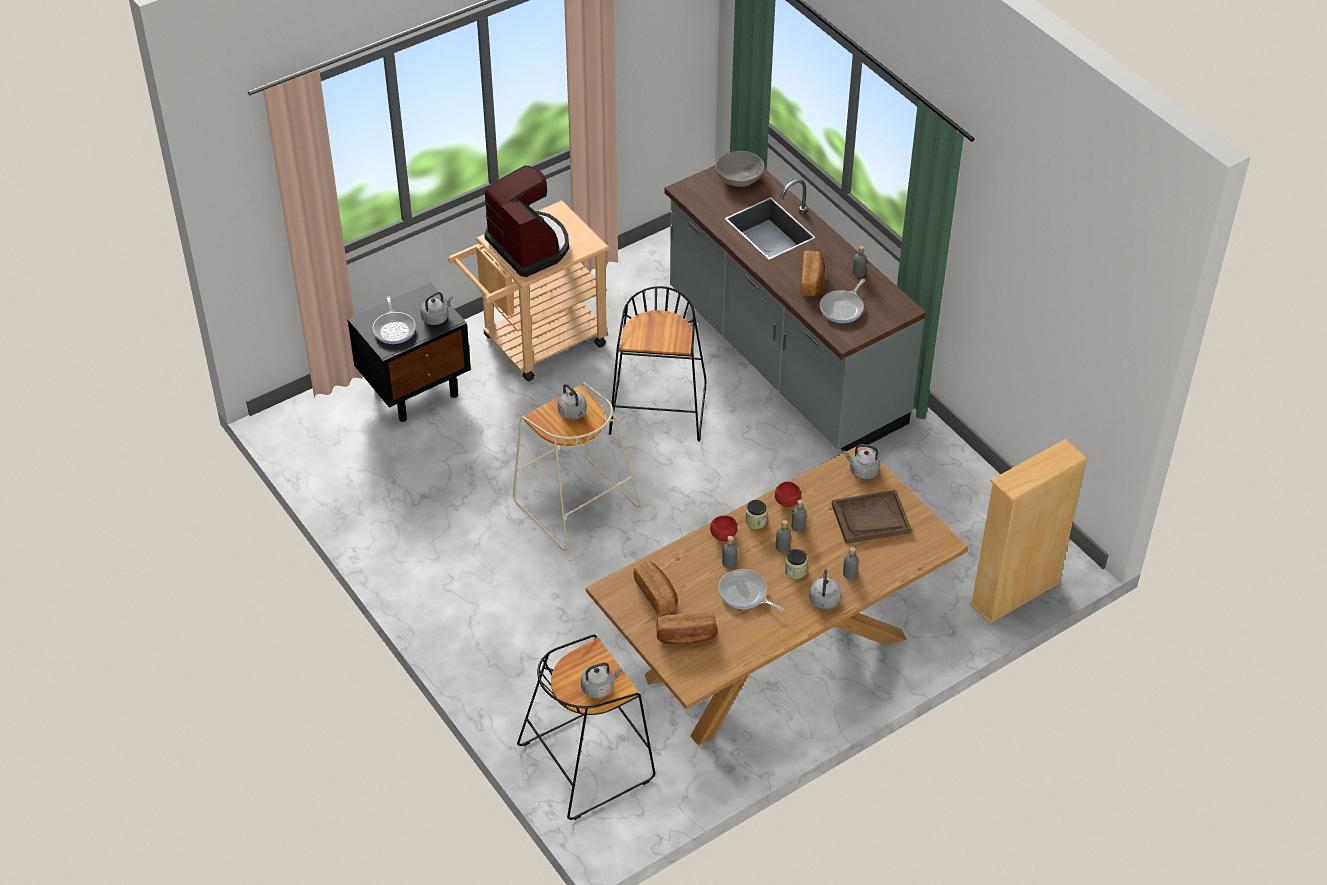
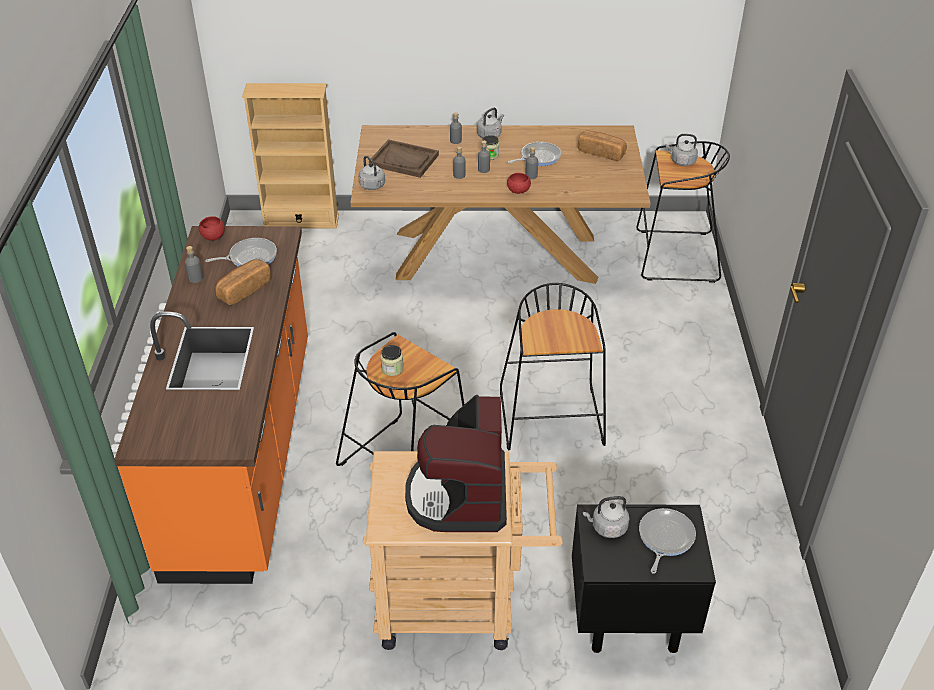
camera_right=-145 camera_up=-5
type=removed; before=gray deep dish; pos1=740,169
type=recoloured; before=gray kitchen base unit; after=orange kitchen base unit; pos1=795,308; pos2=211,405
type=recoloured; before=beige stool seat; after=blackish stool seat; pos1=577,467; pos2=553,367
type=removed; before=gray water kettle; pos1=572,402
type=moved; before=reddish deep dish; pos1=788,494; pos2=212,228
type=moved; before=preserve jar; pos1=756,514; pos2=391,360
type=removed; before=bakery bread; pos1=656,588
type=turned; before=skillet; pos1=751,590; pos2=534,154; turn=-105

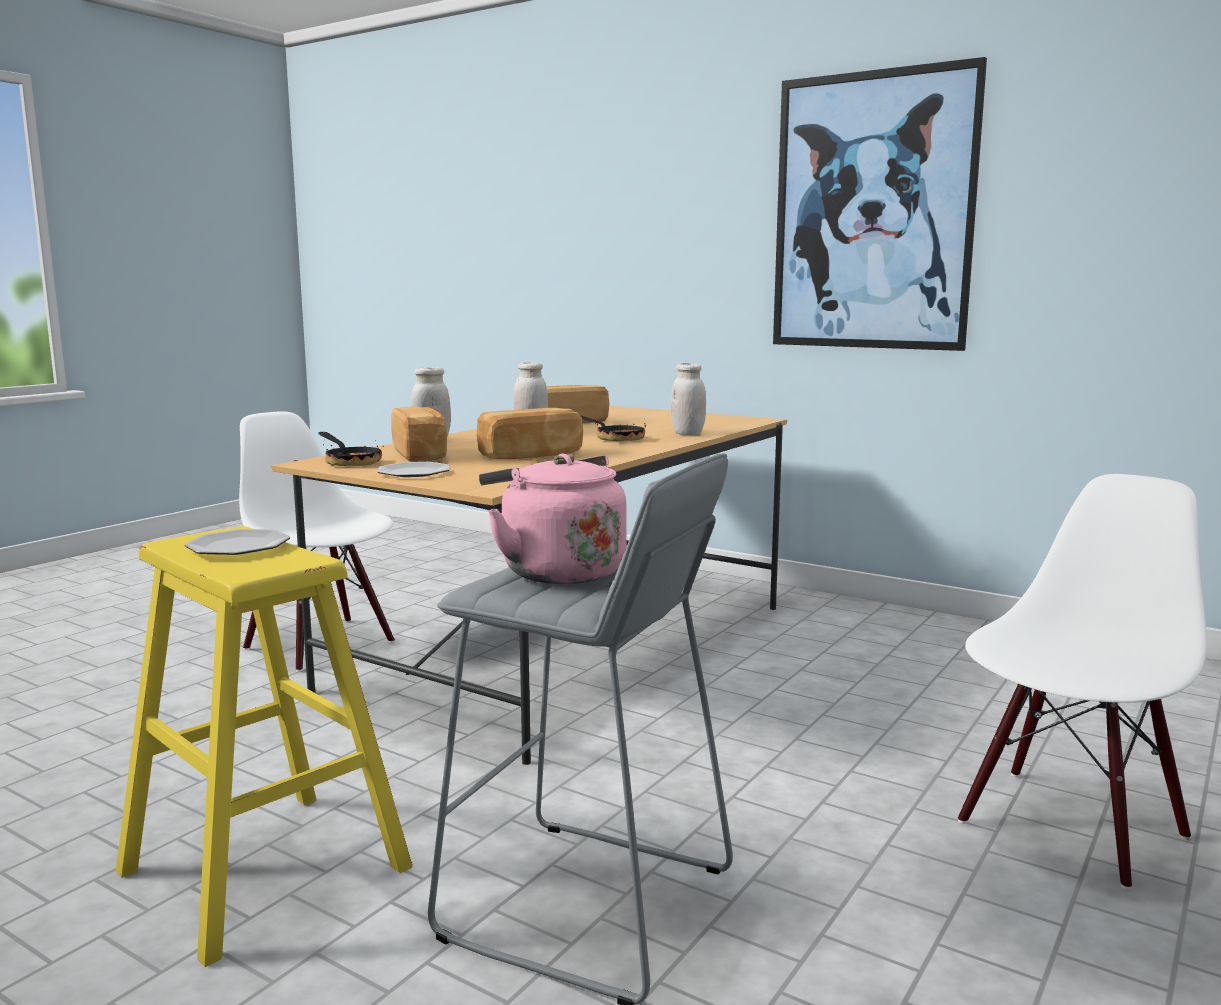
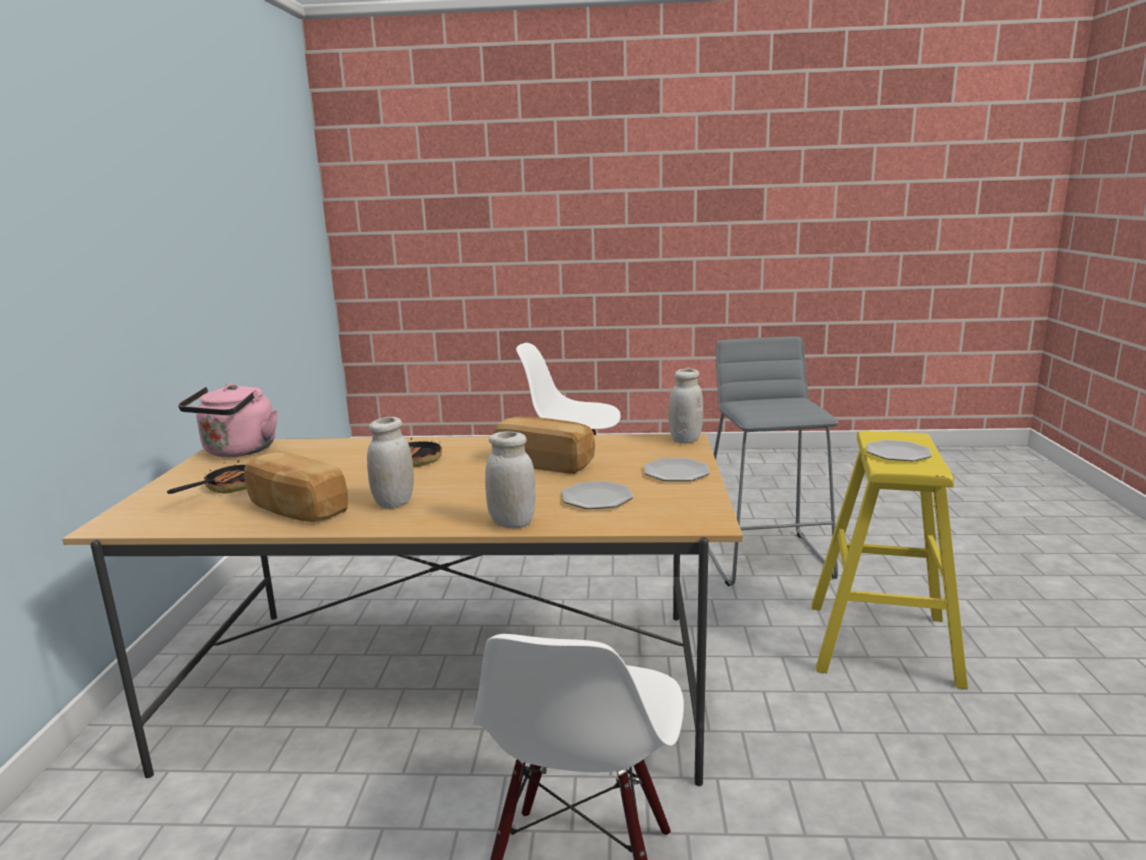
camera_right=-120 camera_up=5
type=removed; before=wall art; pos1=880,204
type=moved; before=whitish preserve jar; pos1=688,399; pos2=685,406
type=replaced; before=bakery bread; after=dinner plate; pos1=419,434; pos2=597,495
type=moved; before=skillet; pos1=351,449; pos2=206,473
type=moved; before=pink water kettle; pos1=553,519; pos2=227,420

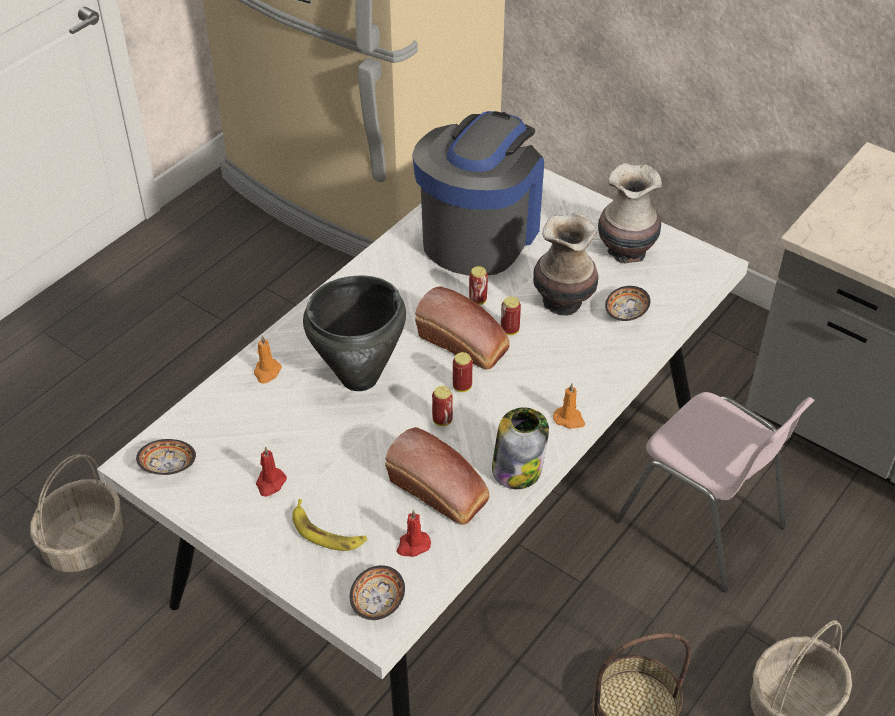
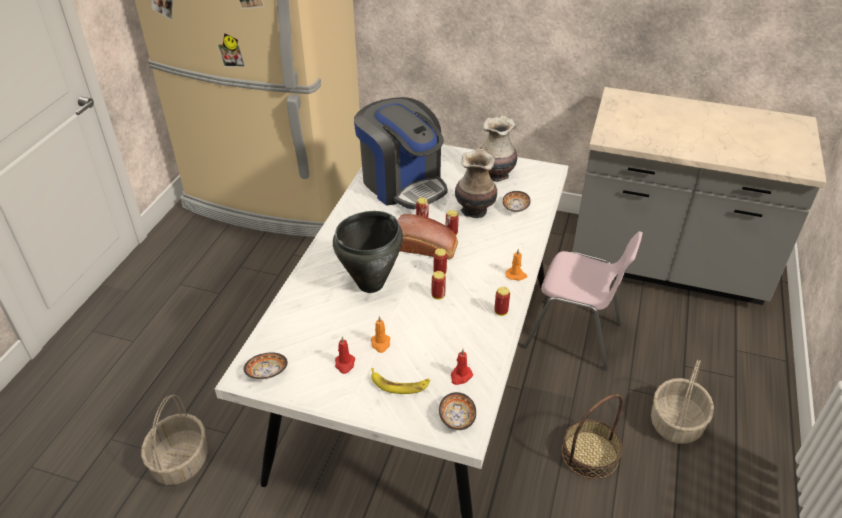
camera_right=-20 camera_up=-5
type=turned; before=coffee brewer; pos1=478,193; pos2=401,153; turn=135
type=moved; before=orange candle; pos1=268,359; pos2=380,334
type=replaced; before=preserve jar; after=sealed can; pos1=520,448; pos2=502,301
type=removed; before=bakery bread; pos1=437,476

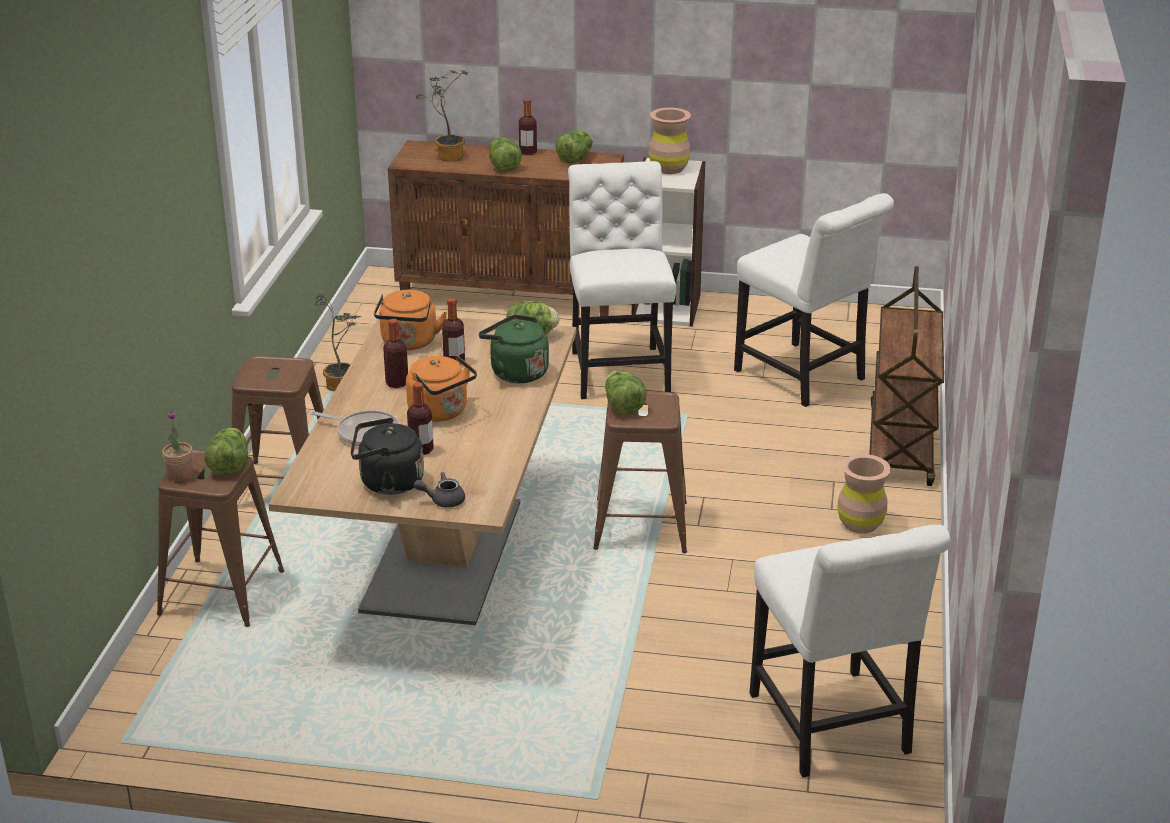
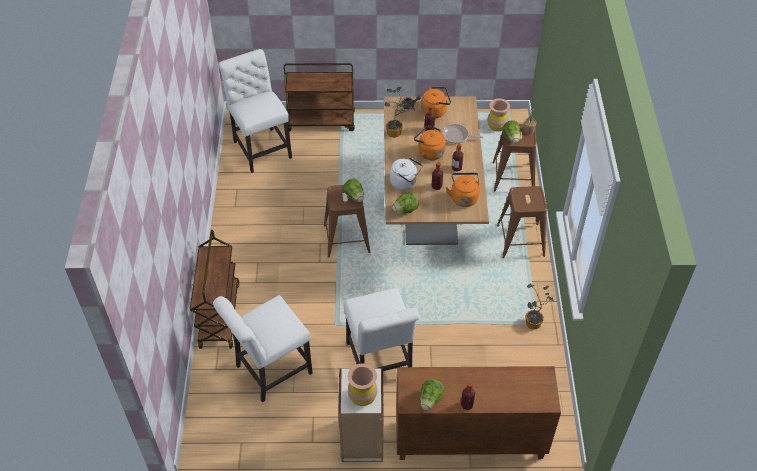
camera_right=170 camera_up=20
type=moved; before=houseplant; pos1=442,116; pos2=399,112
type=removed; before=lettuce; pos1=505,155
type=turned; before=whitish upright chair; pos1=814,300; pos2=263,348; turn=-75
type=recoloured; before=green-coloured water kettle; after=whitish water kettle; pos1=514,349; pos2=406,174
type=recoloured; before=blackish water kettle; after=orange water kettle; pos1=387,456; pos2=436,102
type=moved; before=brownish decorative vase; pos1=864,494; pos2=498,114
type=added; after=brownish wheeled cart; pos2=319,97

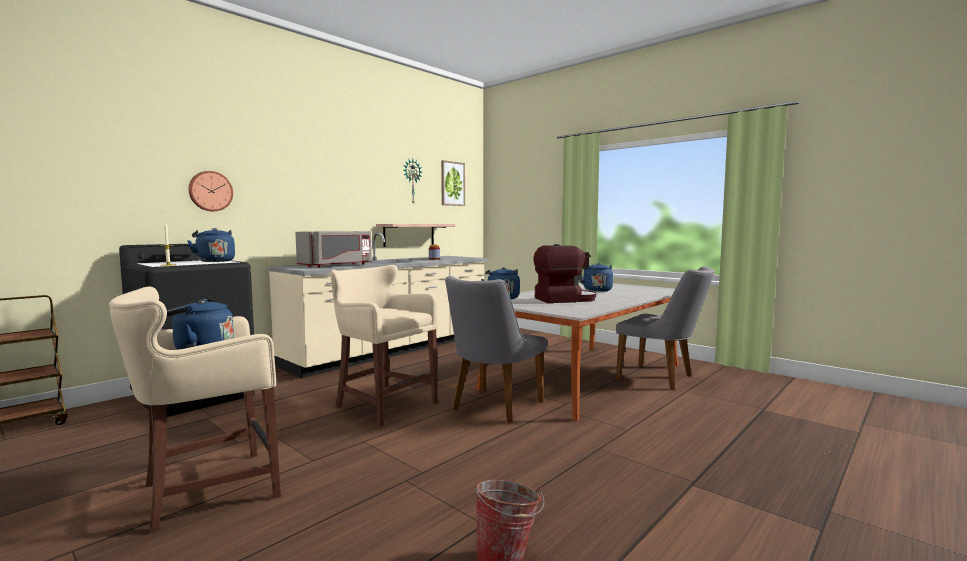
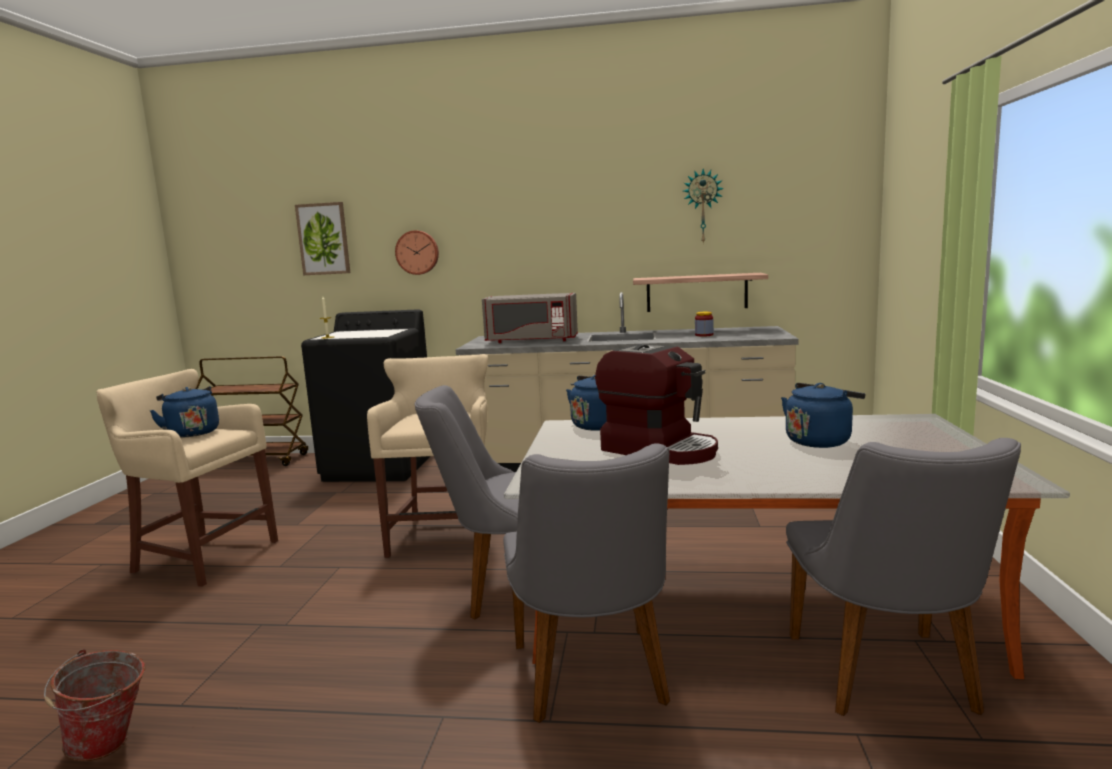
camera_right=55 camera_up=5
type=moved; before=wall art; pos1=453,183; pos2=322,238
type=removed; before=blue water kettle; pos1=211,245
type=added; after=gray upright chair; pos2=586,583

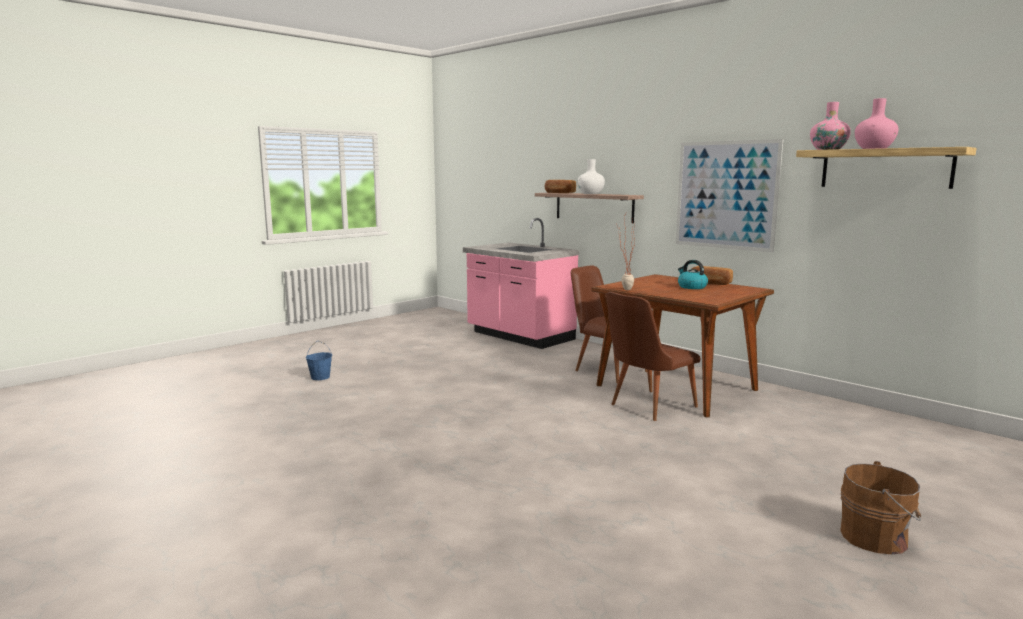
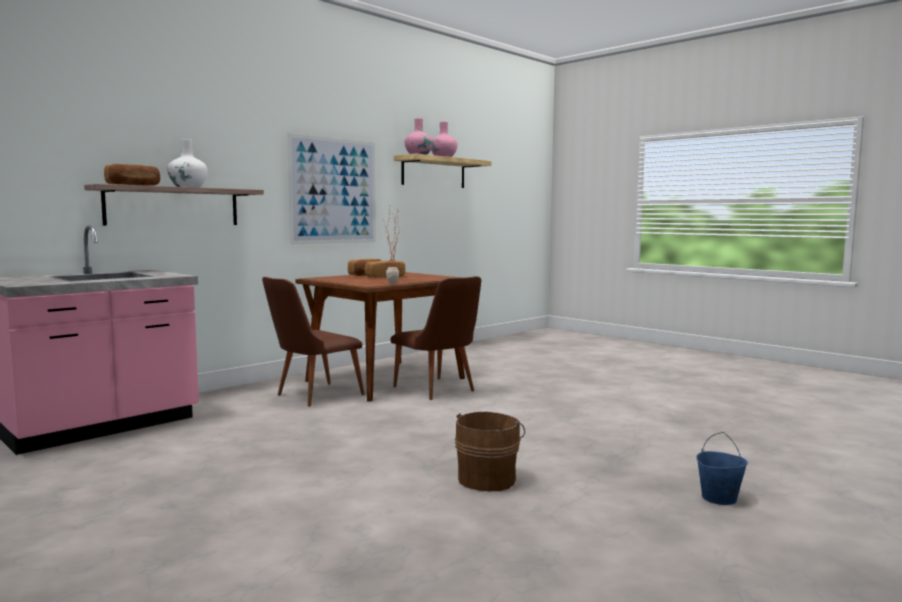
camera_right=-90 camera_up=-5
type=replaced; before=water kettle; after=bakery bread; pos1=693,274; pos2=385,269
type=moved; before=blue bucket; pos1=319,360; pos2=722,468
type=moved; before=brownish bucket; pos1=880,507; pos2=490,451

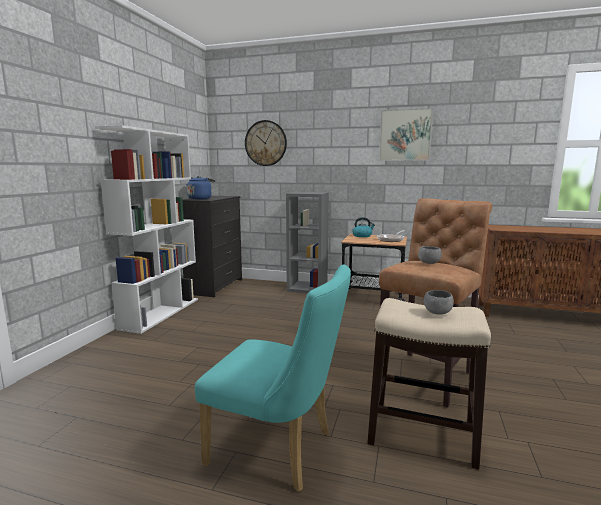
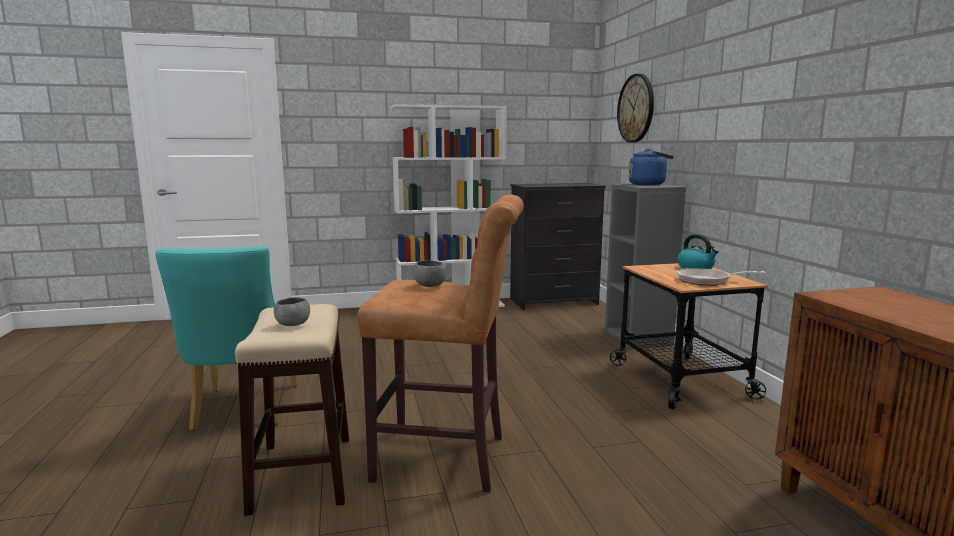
camera_right=60 camera_up=0
type=removed; before=wall art; pos1=406,134
type=moved; before=blue water kettle; pos1=200,188; pos2=651,167

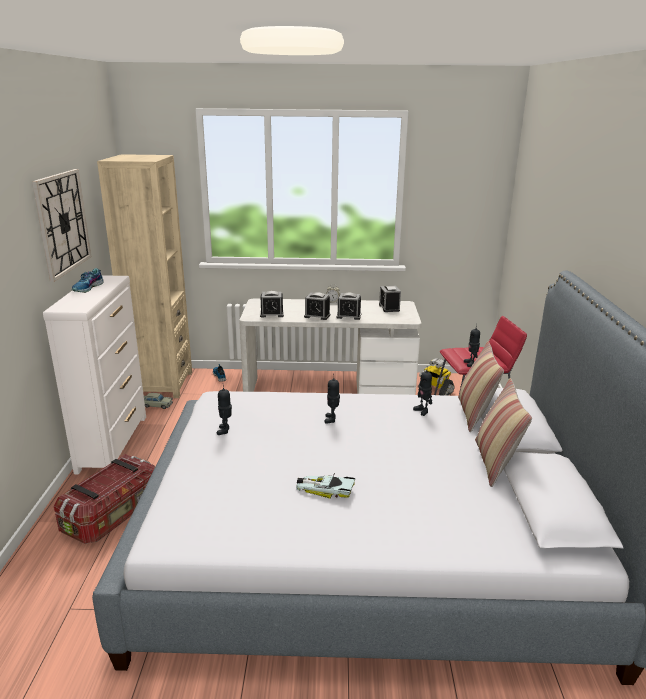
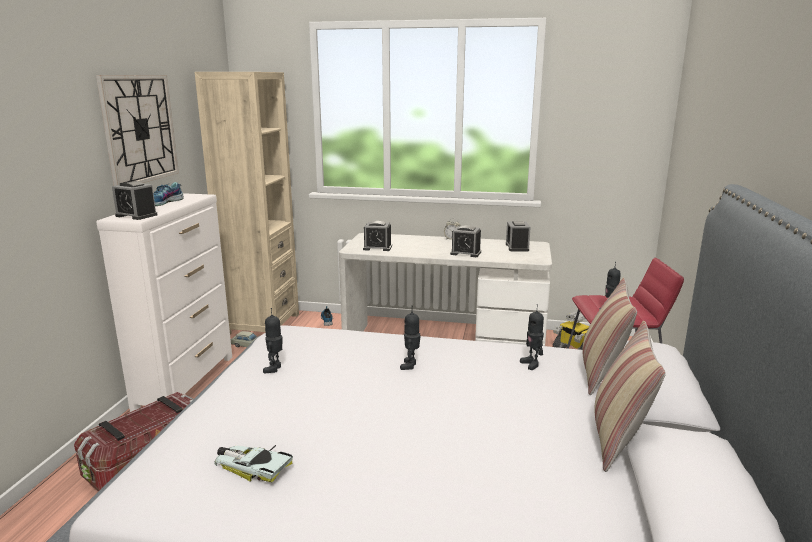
camera_right=10 camera_up=-5
type=moved; before=bedside clock; pos1=317,306; pos2=134,200
type=moved; before=toy car; pos1=325,486; pos2=253,463

